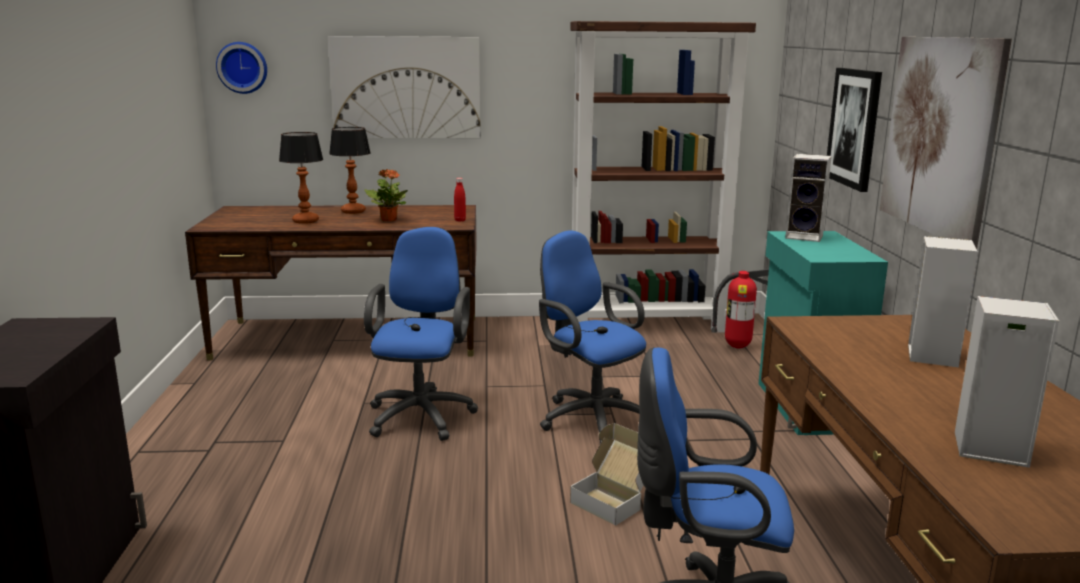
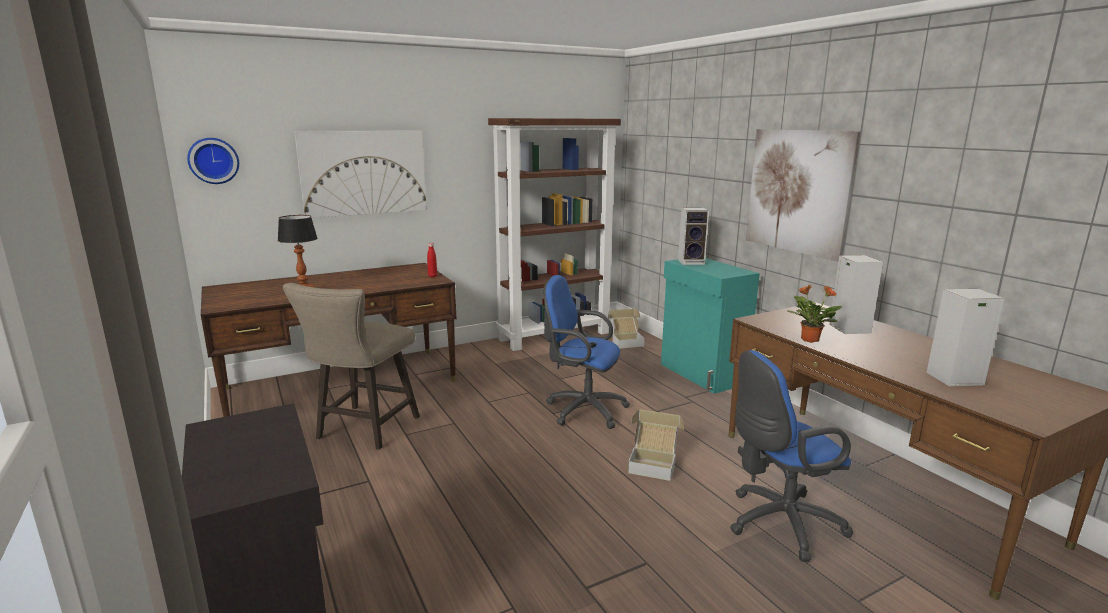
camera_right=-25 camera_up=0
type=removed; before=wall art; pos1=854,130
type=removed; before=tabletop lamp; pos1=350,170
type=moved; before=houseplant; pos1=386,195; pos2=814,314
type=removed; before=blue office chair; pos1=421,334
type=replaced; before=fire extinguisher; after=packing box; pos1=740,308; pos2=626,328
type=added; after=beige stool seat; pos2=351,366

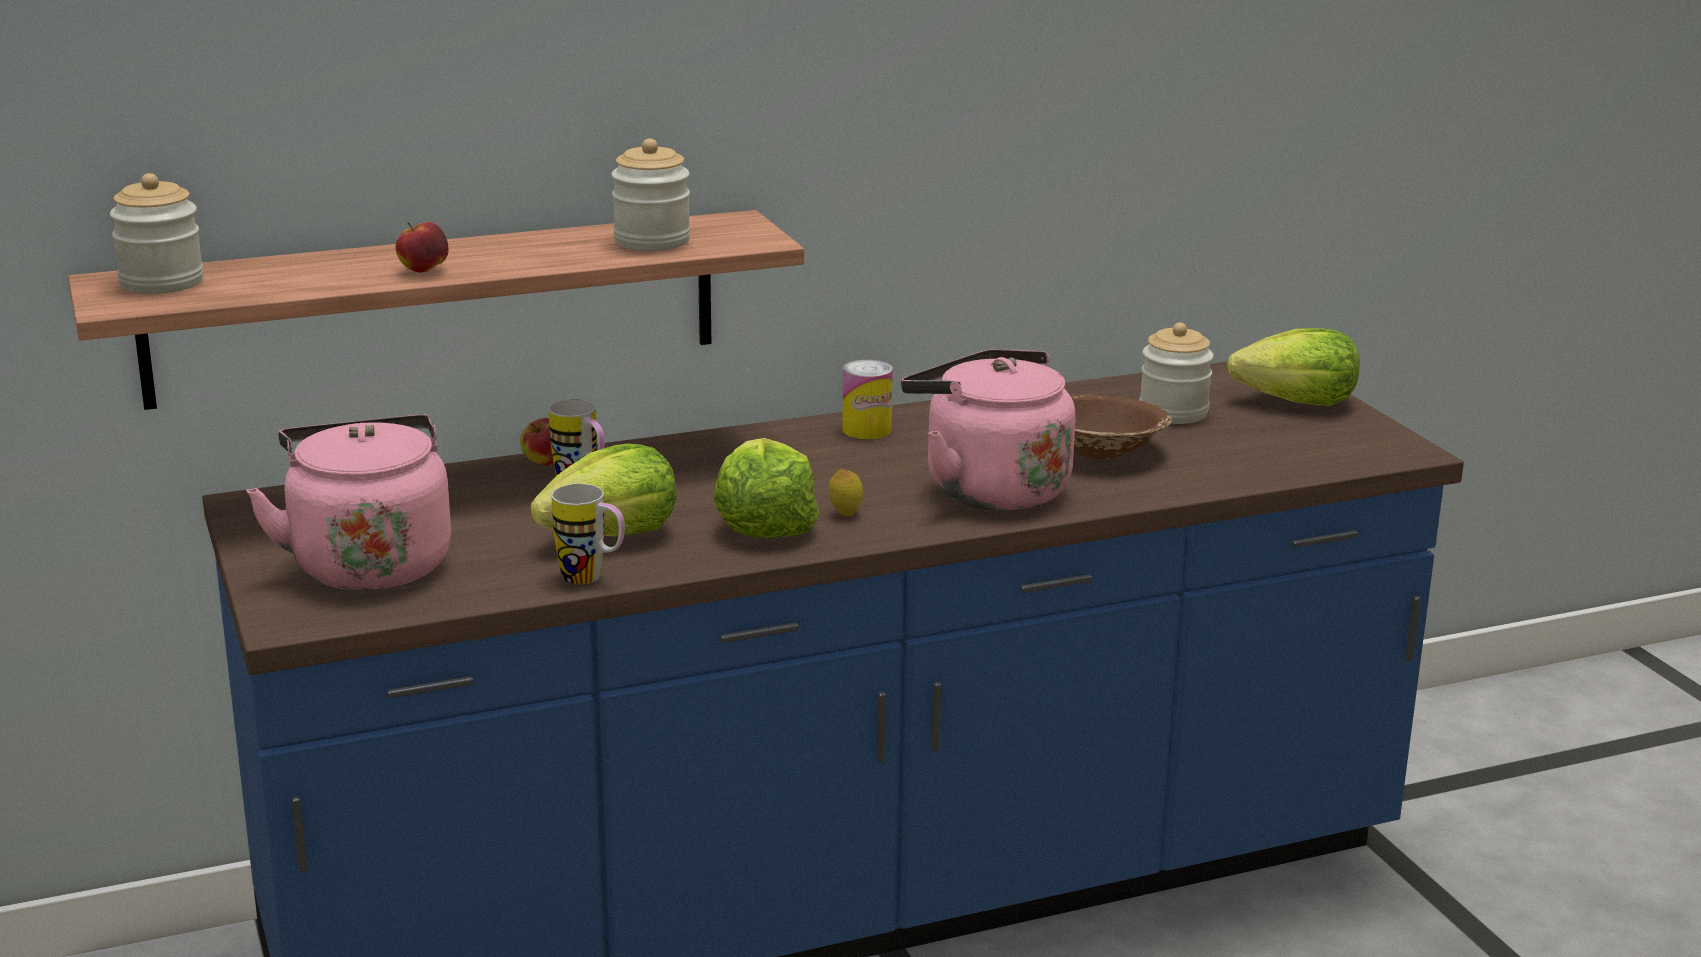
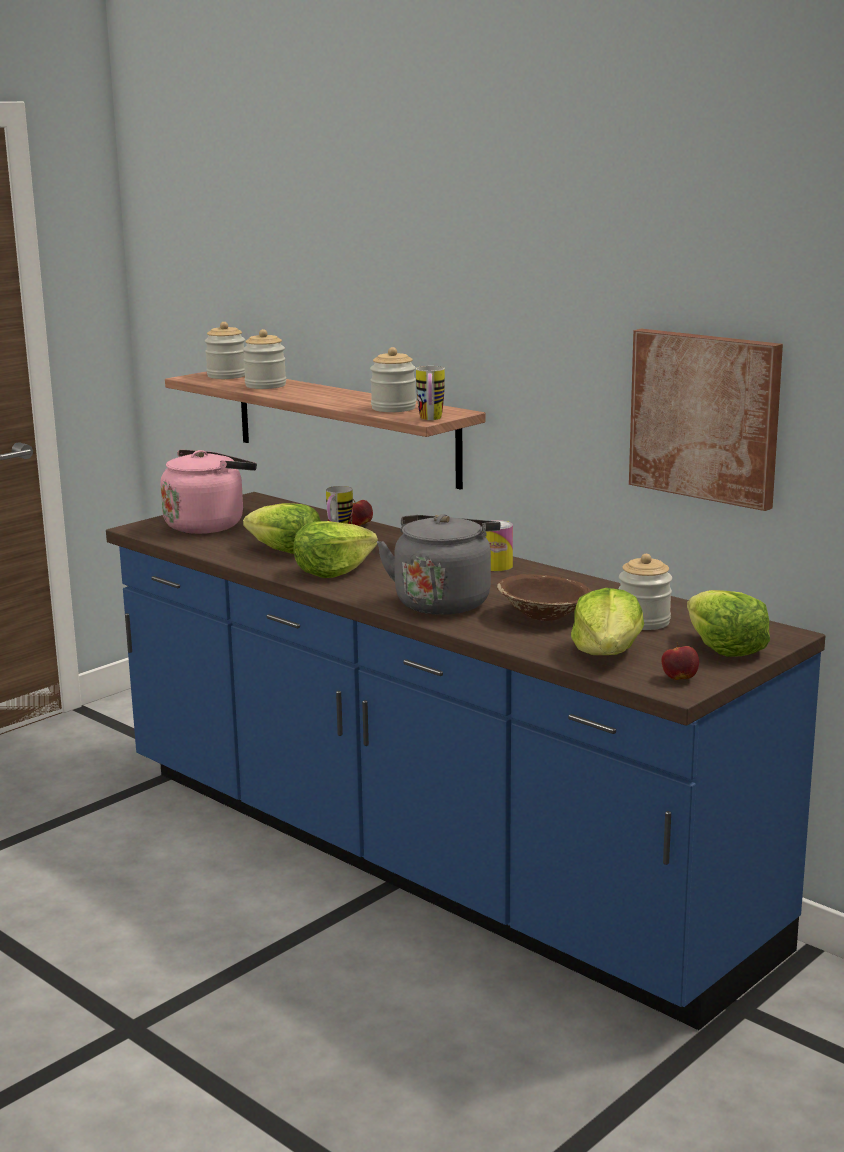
camera_right=65 camera_up=-5
type=moved; before=whole apple; pos1=421,247; pos2=680,661
type=recoloured; before=pink water kettle; after=gray water kettle; pos1=988,430; pos2=439,564
type=removed; before=citrus fruit; pos1=845,493
type=moved; before=coffee mug; pos1=588,534; pos2=430,393
type=added; after=preserve jar; pos2=264,359
type=added; after=wall art; pos2=706,420
type=added; after=lettuce; pos2=607,621

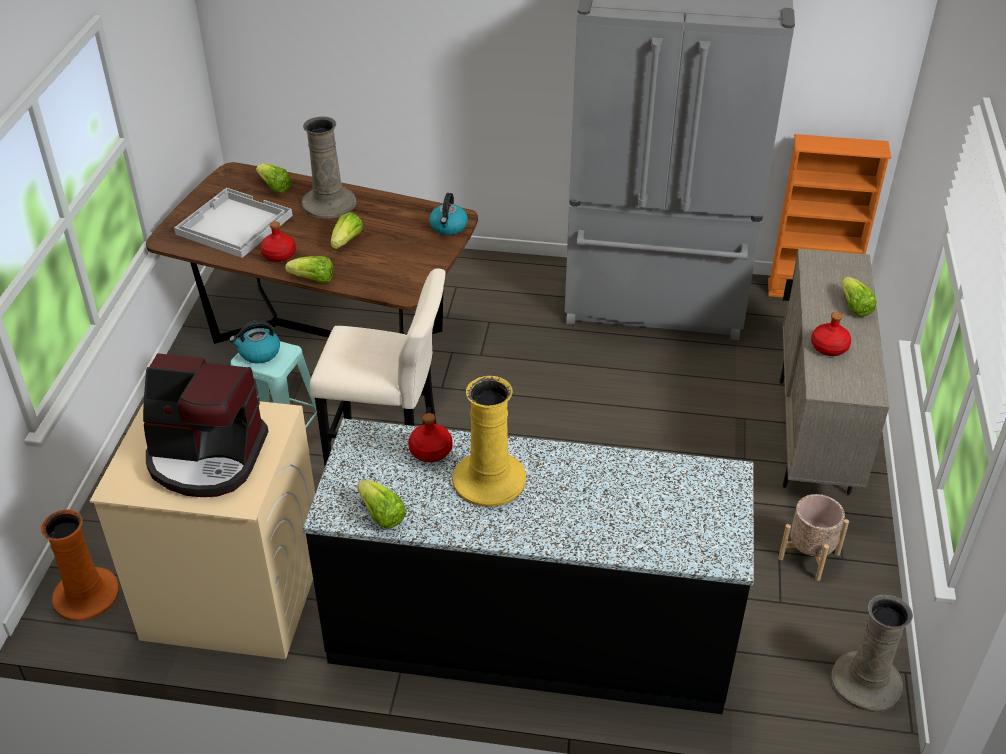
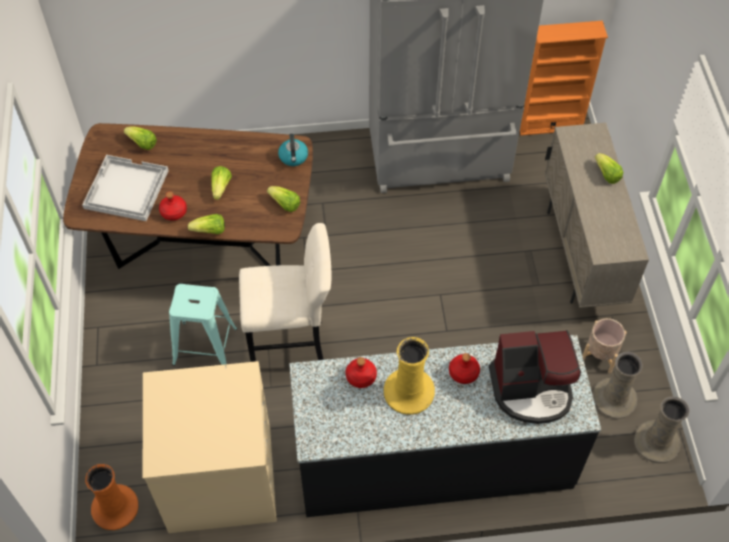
camera_right=-15 camera_up=15
type=moved; before=beige decorative vase; pos1=329,167; pos2=618,385
type=moved; before=reddish bottle; pos1=831,334; pos2=464,368
type=removed; before=water kettle; pos1=254,342
type=moved; before=coffee brewer; pos1=206,425; pos2=535,377
type=moved; before=lettuce; pos1=381,504; pos2=283,199

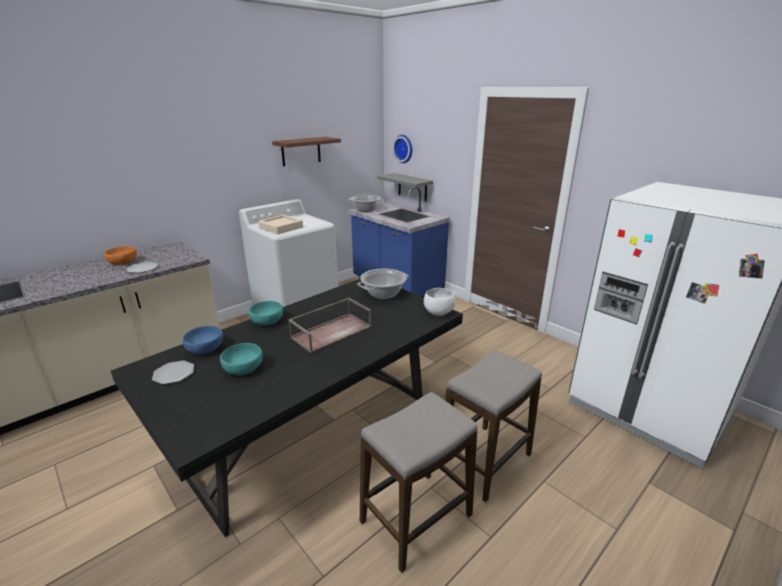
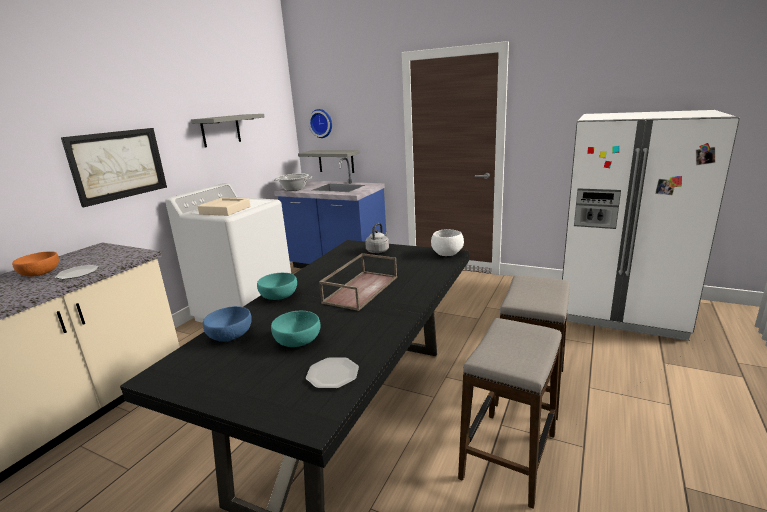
camera_right=-20 camera_up=-5
type=recoloured; before=brownish wall shelf; after=gray wall shelf; pos1=306,151; pos2=227,130
type=replaced; before=stockpot; after=gray water kettle; pos1=383,283; pos2=377,238
type=moved; before=dinner plate; pos1=173,372; pos2=332,373
type=added; after=wall art; pos2=114,167

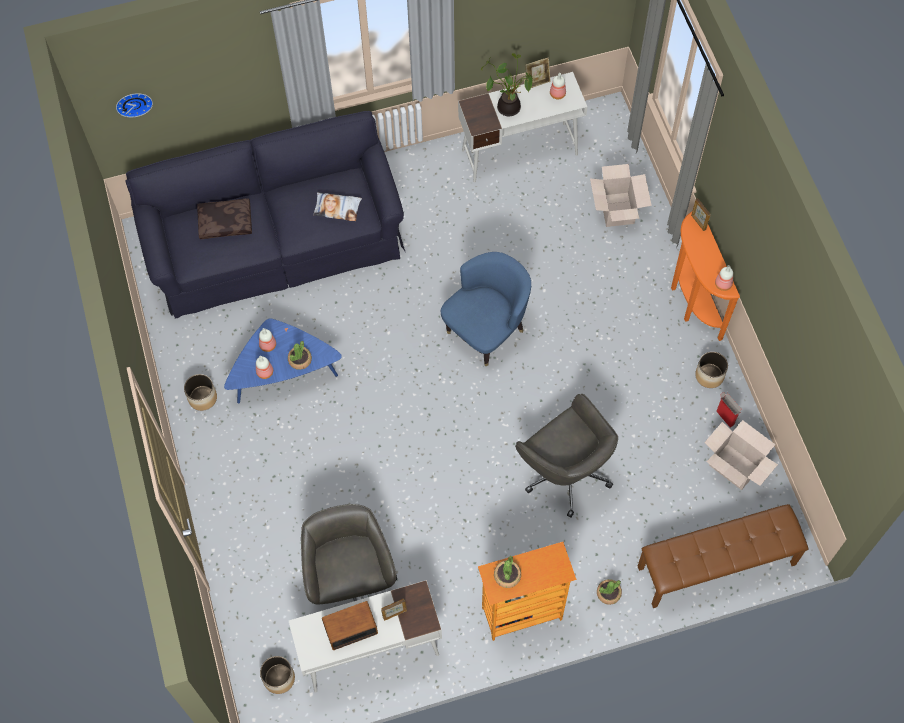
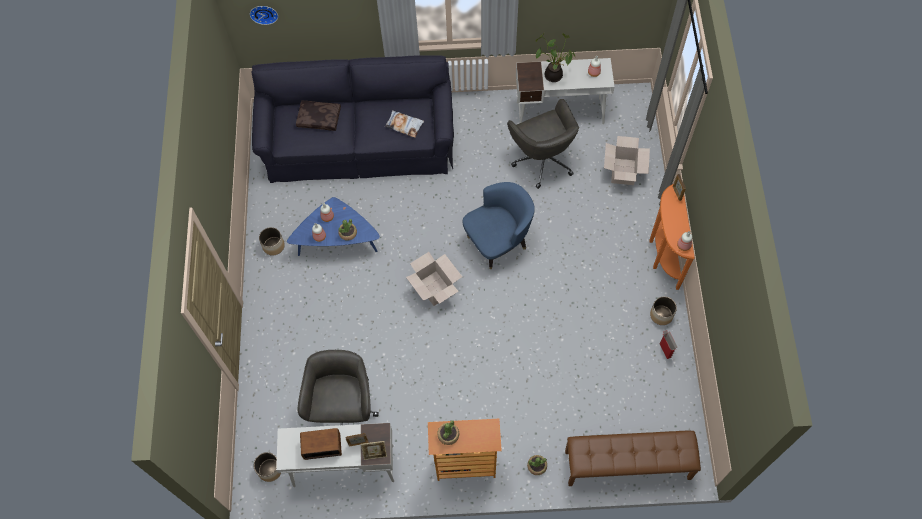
camera_right=15 camera_up=0
type=moved; before=picture frame; pos1=538,72; pos2=374,450
type=moved; before=gray office chair; pos1=566,456; pos2=543,144
type=moved; before=packing box; pos1=741,455; pos2=434,279

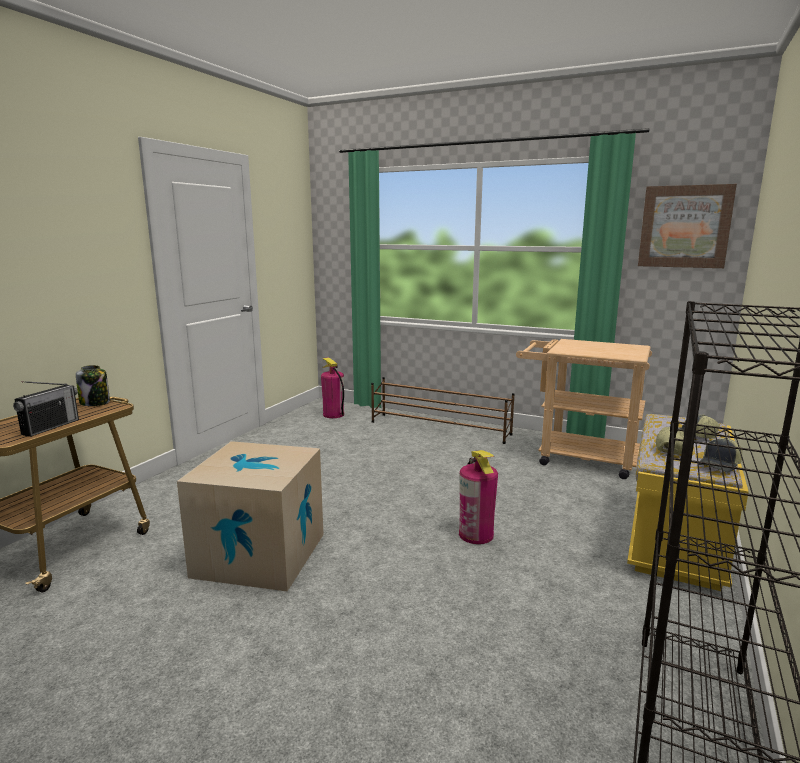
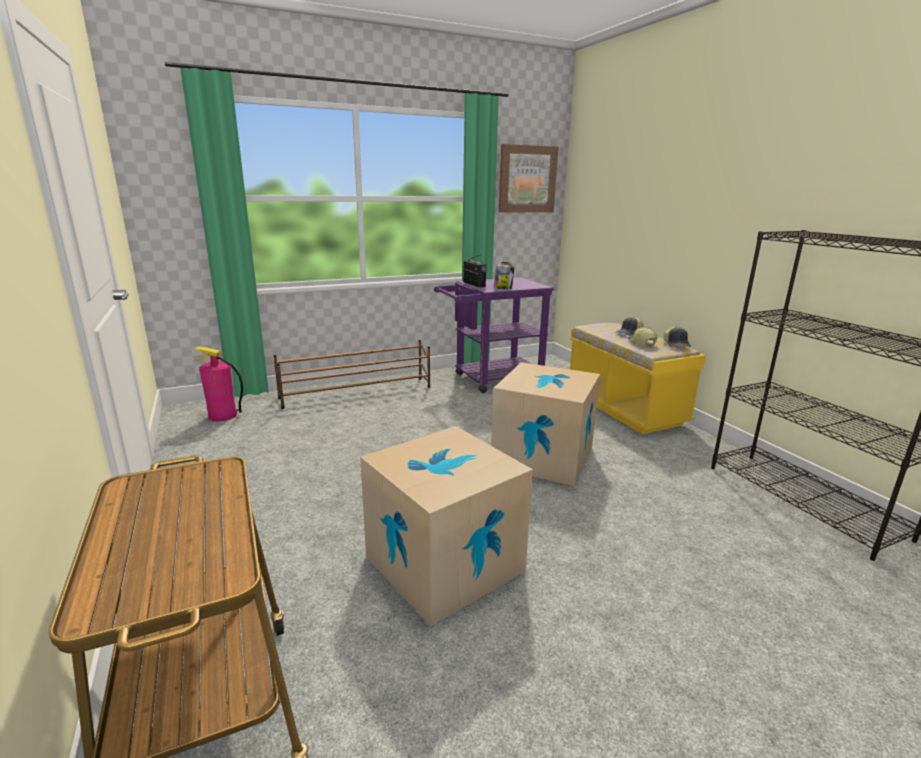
camera_right=-50 camera_up=5
type=recoloured; before=beige wheeled cart; after=purplish wheeled cart; pos1=584,409; pos2=494,335
type=moved; before=preserve jar; pos1=93,385; pos2=504,276
type=moved; before=radio; pos1=46,409; pos2=475,271
type=replaced; before=fire extinguisher; after=packing box; pos1=478,497; pos2=545,424

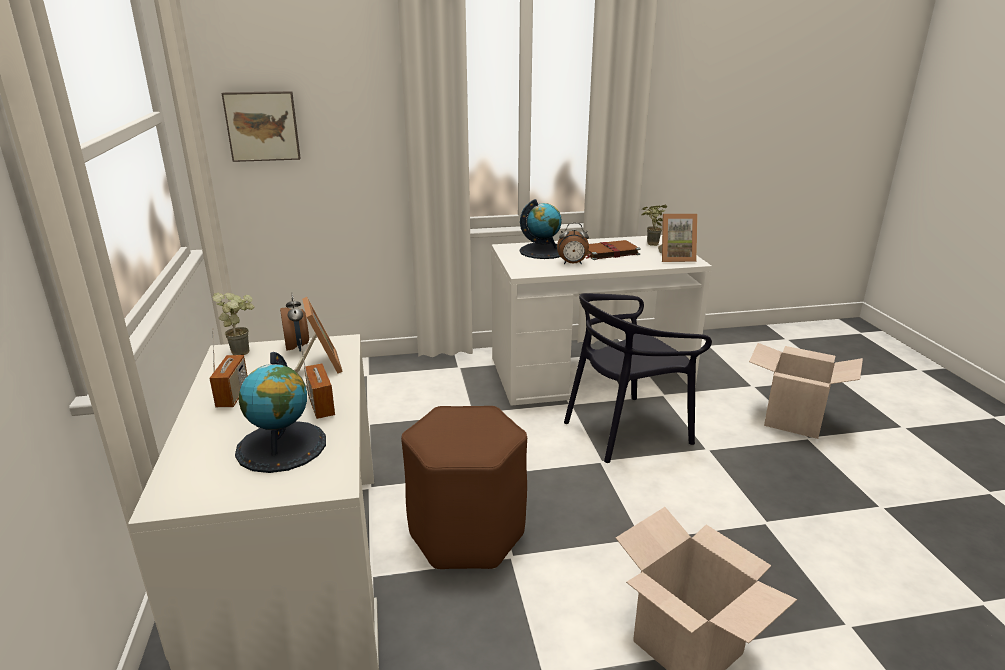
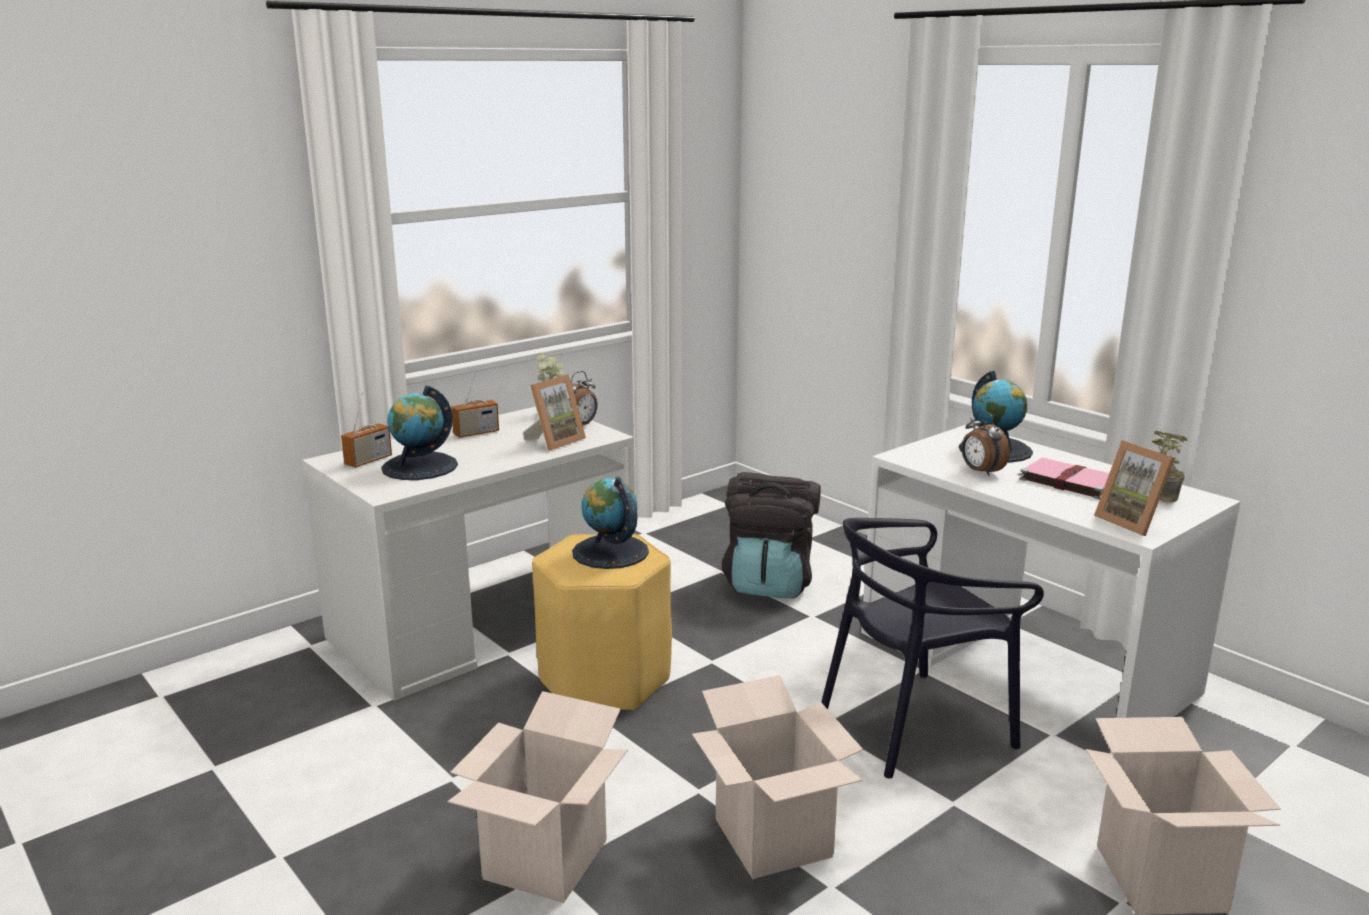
camera_right=60 camera_up=-5
type=removed; before=wall art; pos1=261,126
type=recoloured; before=brownish volume; after=pink volume; pos1=613,250; pos2=1063,479
type=turned; before=blackish upright chair; pos1=638,378; pos2=932,648; turn=-60
type=moved; before=radio; pos1=317,379; pos2=366,430
type=recoloured; before=brownish stool seat; after=yellowish stool seat; pos1=464,488; pos2=602,622
type=added; after=blackish backpack; pos2=771,535
type=added; after=world globe; pos2=610,523
type=added; after=packing box; pos2=777,777

